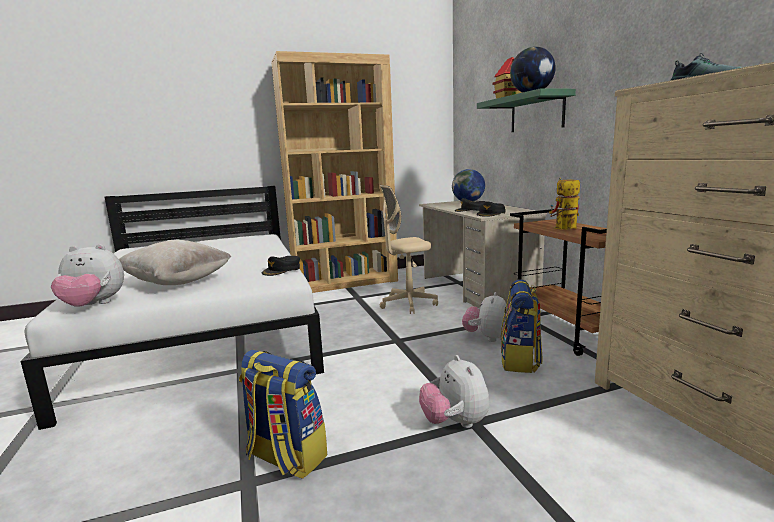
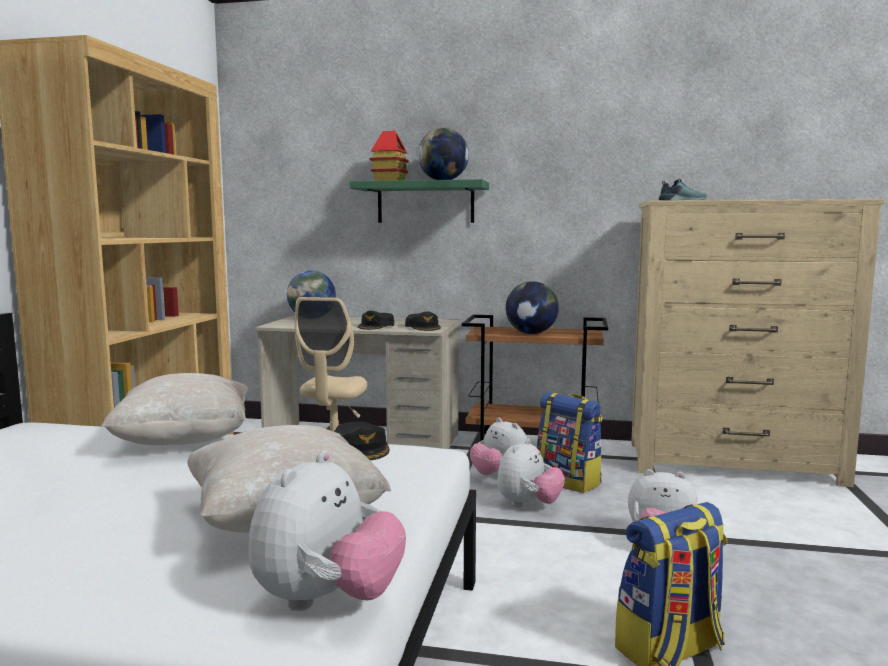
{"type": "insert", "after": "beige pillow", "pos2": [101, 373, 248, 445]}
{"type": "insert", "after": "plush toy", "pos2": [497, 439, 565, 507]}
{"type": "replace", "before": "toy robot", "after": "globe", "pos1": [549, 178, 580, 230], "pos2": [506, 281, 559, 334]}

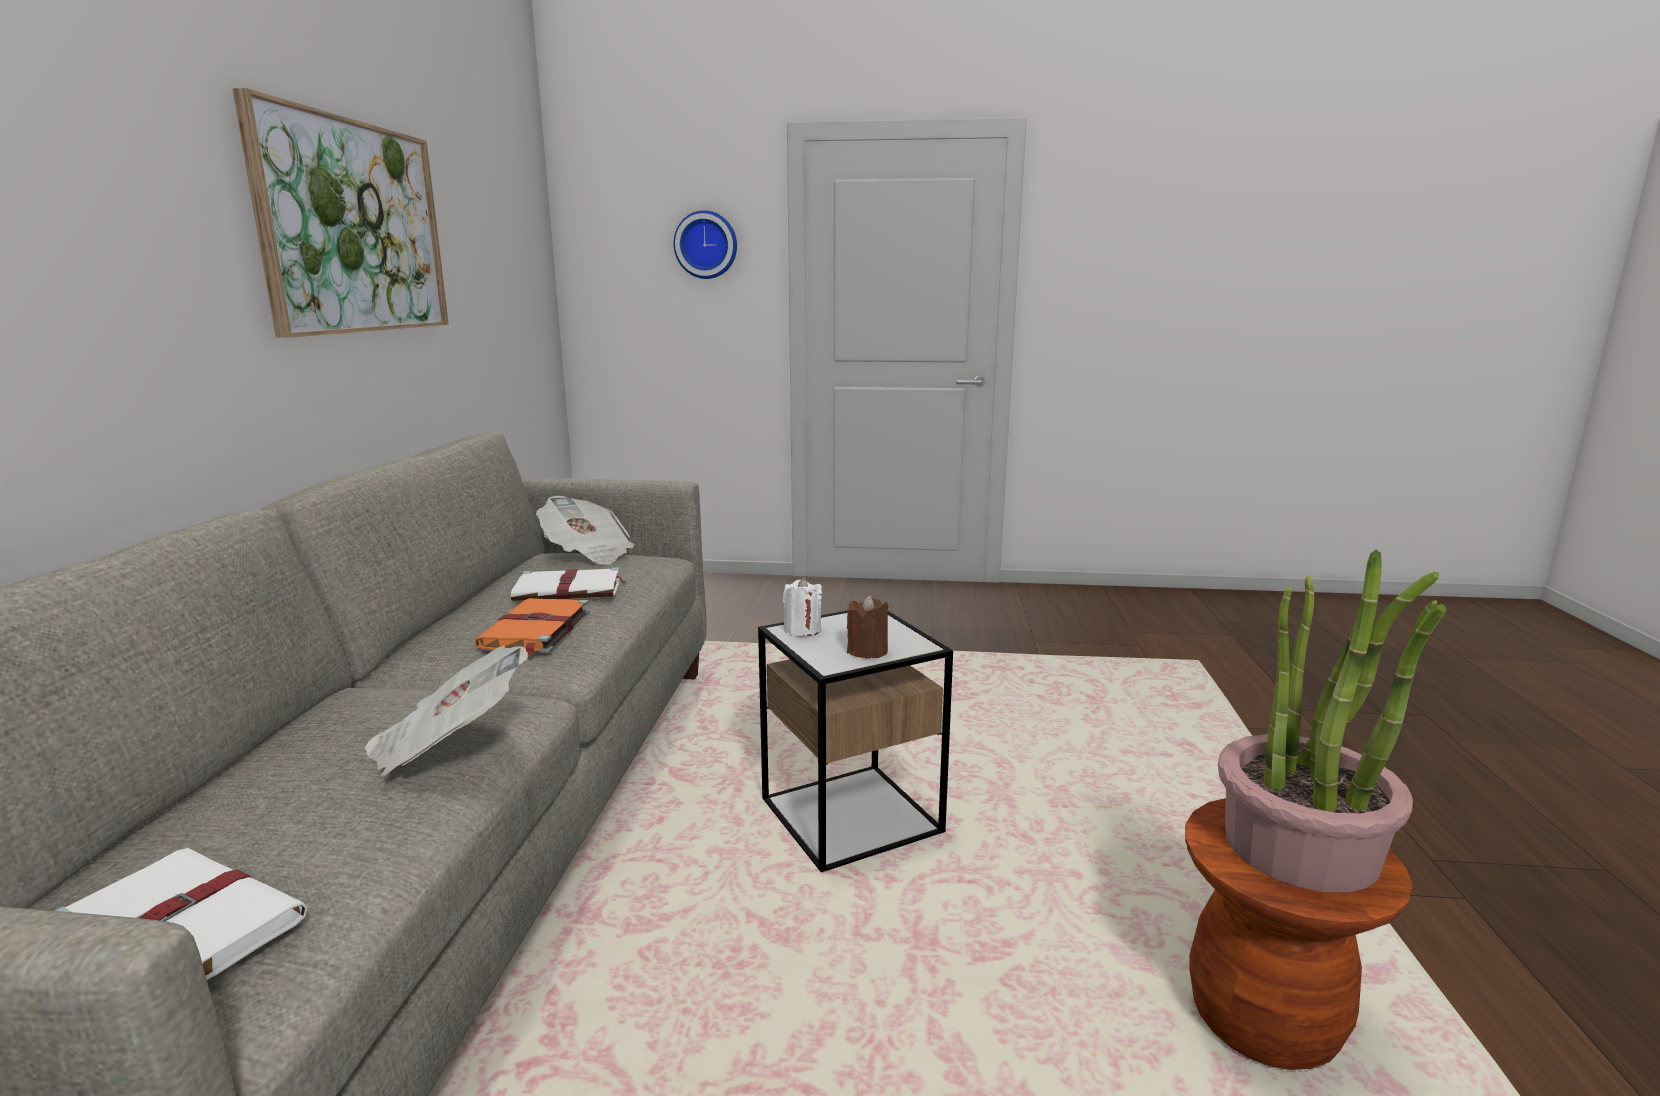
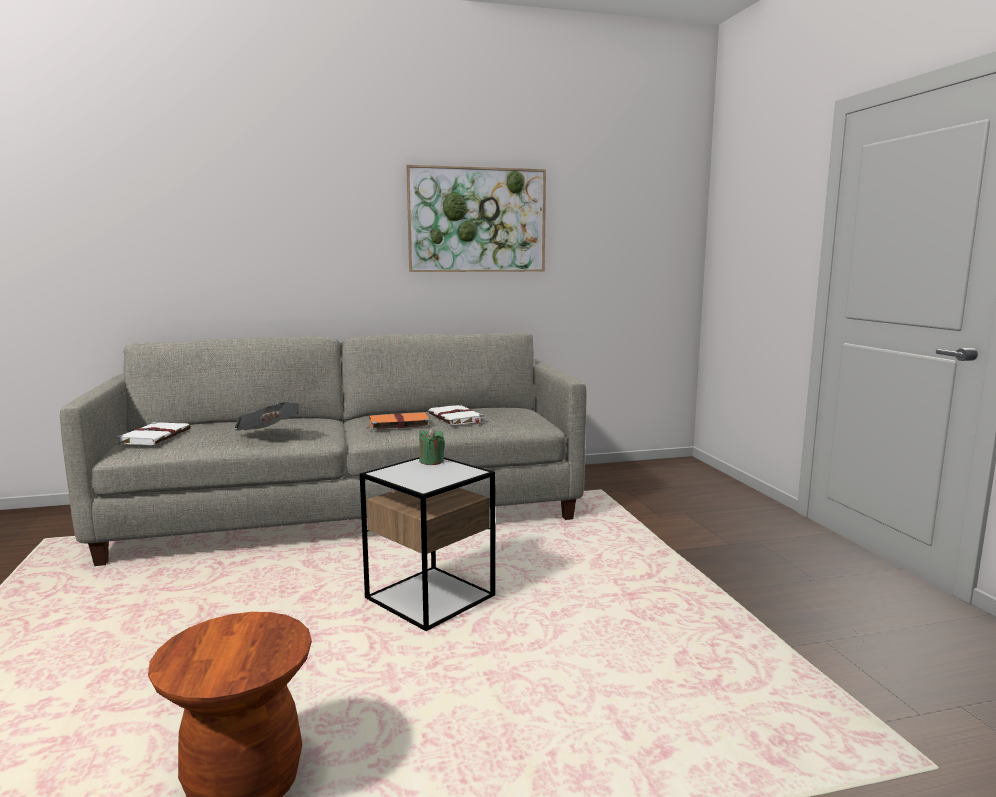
{"type": "recolor", "before": "white candle", "after": "green candle", "pos1": [783, 578, 822, 636], "pos2": [419, 427, 445, 465]}
{"type": "delete", "before": "newspaper", "pos1": [536, 496, 635, 565]}
{"type": "delete", "before": "wall clock", "pos1": [674, 210, 737, 279]}
{"type": "delete", "before": "brown candle", "pos1": [847, 595, 888, 658]}
{"type": "delete", "before": "potted plant", "pos1": [1218, 550, 1447, 893]}

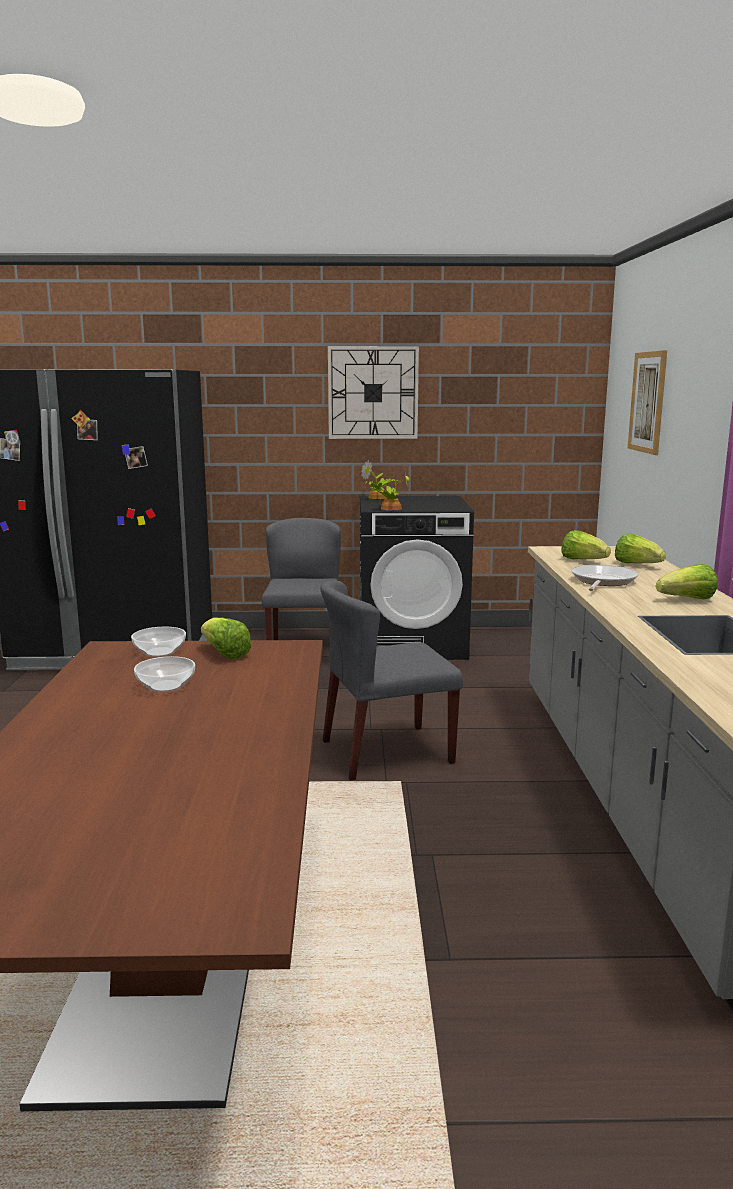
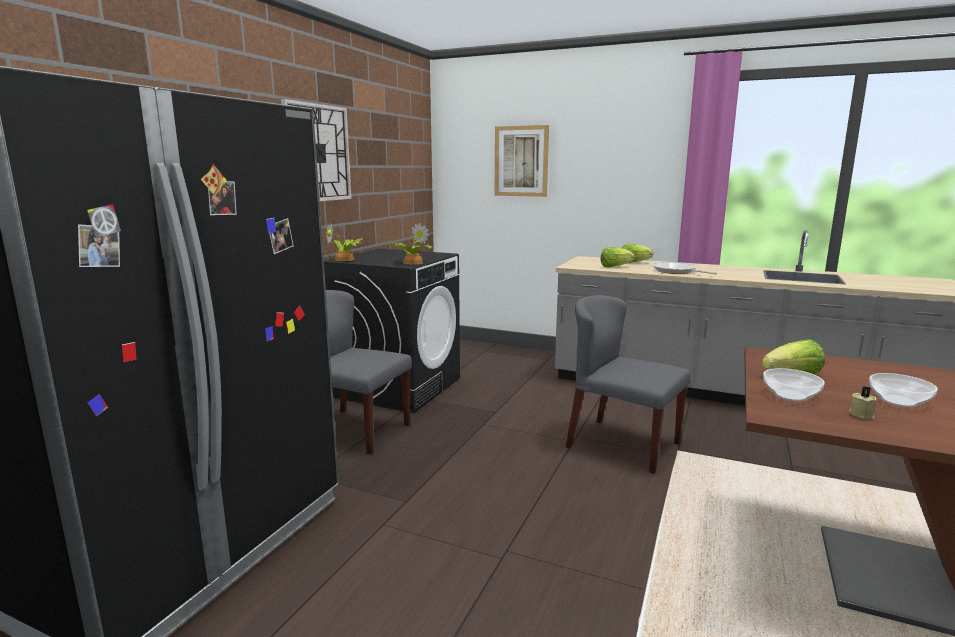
{"type": "rotate", "before": "grey chair", "pos1": [320, 580, 463, 781], "pos2": [566, 295, 691, 474], "turn": 120}
{"type": "insert", "after": "beige candle", "pos2": [849, 386, 877, 419]}
{"type": "delete", "before": "lettuce", "pos1": [656, 564, 717, 599]}

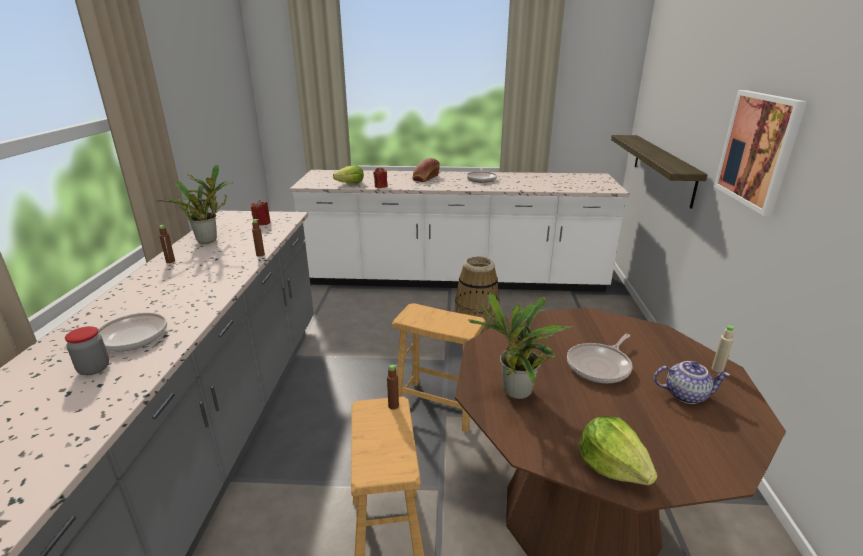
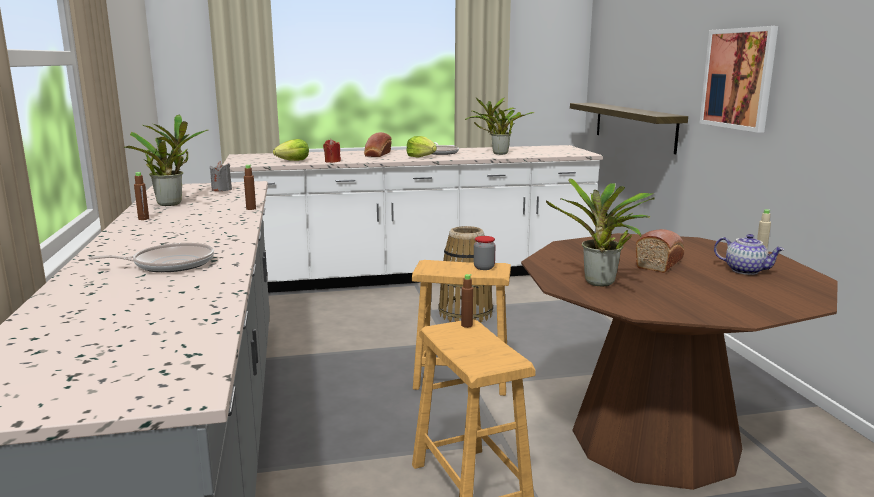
{"type": "recolor", "before": "red candle", "after": "grey candle", "pos1": [251, 200, 271, 225], "pos2": [210, 161, 232, 191]}
{"type": "move", "before": "lettuce", "pos1": [579, 416, 658, 485], "pos2": [406, 136, 437, 158]}
{"type": "insert", "after": "potted plant", "pos2": [465, 98, 534, 155]}
{"type": "move", "before": "jar", "pos1": [65, 326, 109, 375], "pos2": [474, 236, 496, 270]}
{"type": "replace", "before": "frying pan", "after": "bread", "pos1": [567, 334, 632, 383], "pos2": [636, 229, 684, 273]}
{"type": "rotate", "before": "teapot", "pos1": [654, 361, 730, 404], "pos2": [714, 234, 785, 275], "turn": 45}

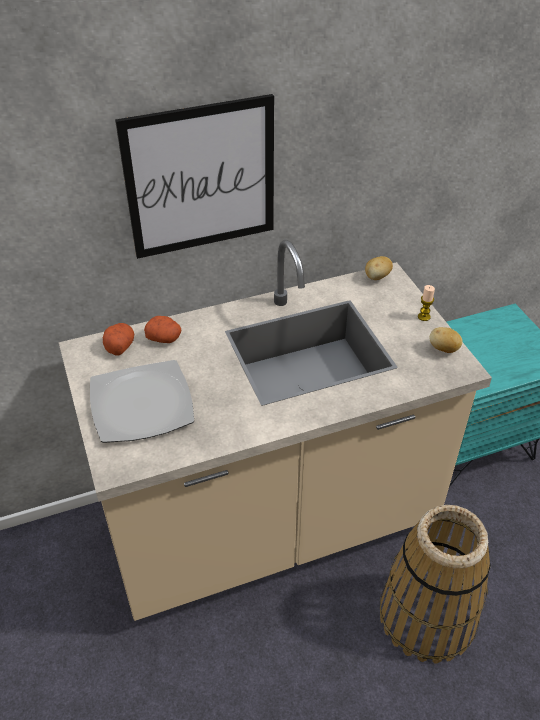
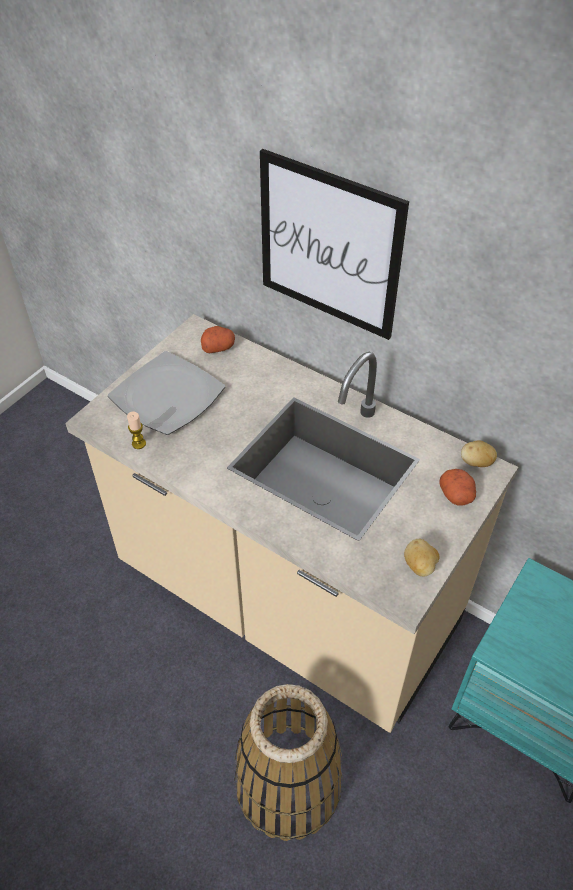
{"type": "move", "before": "candle", "pos1": [418, 285, 435, 321], "pos2": [127, 412, 146, 449]}
{"type": "move", "before": "potato", "pos1": [144, 316, 181, 343], "pos2": [440, 469, 476, 506]}

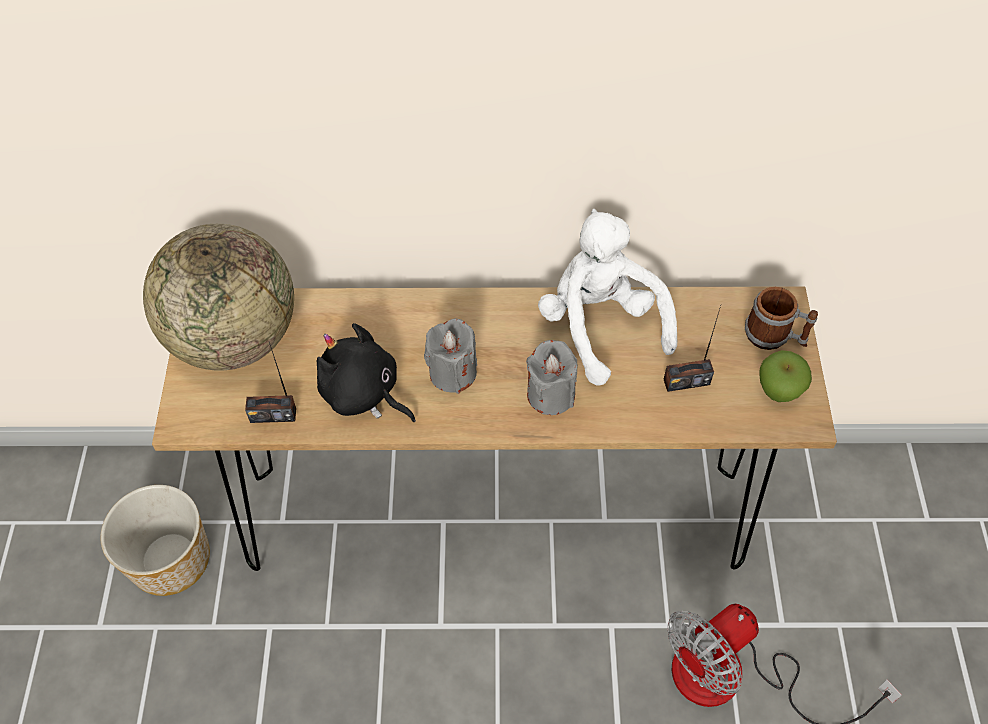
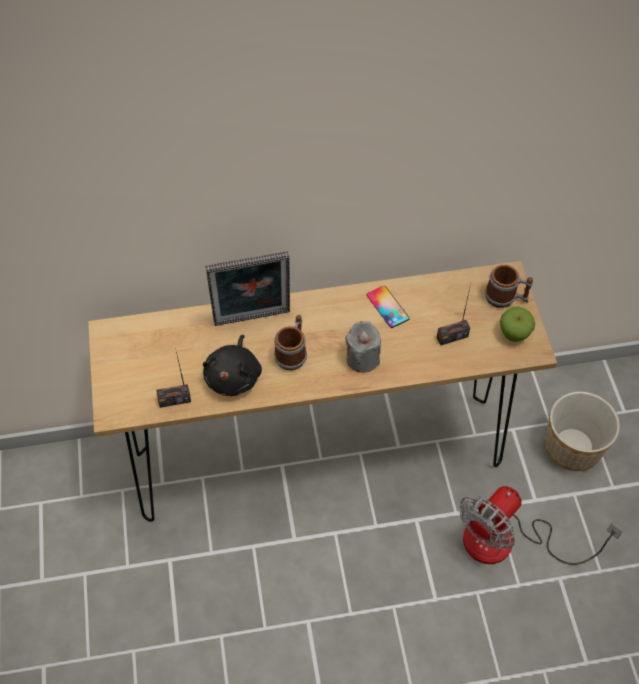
{"type": "rotate", "before": "black plush toy", "pos1": [317, 323, 416, 422], "pos2": [203, 335, 262, 396], "turn": -105}
{"type": "insert", "after": "picture frame", "pos2": [205, 251, 290, 326]}
{"type": "replace", "before": "grey candle", "after": "mug", "pos1": [424, 318, 477, 394], "pos2": [274, 315, 307, 370]}
{"type": "replace", "before": "white plush toy", "after": "phone", "pos1": [538, 209, 677, 386], "pos2": [366, 285, 410, 328]}
{"type": "move", "before": "planter", "pos1": [100, 485, 210, 596], "pos2": [545, 392, 620, 471]}
{"type": "delete", "before": "globe", "pos1": [143, 224, 294, 371]}

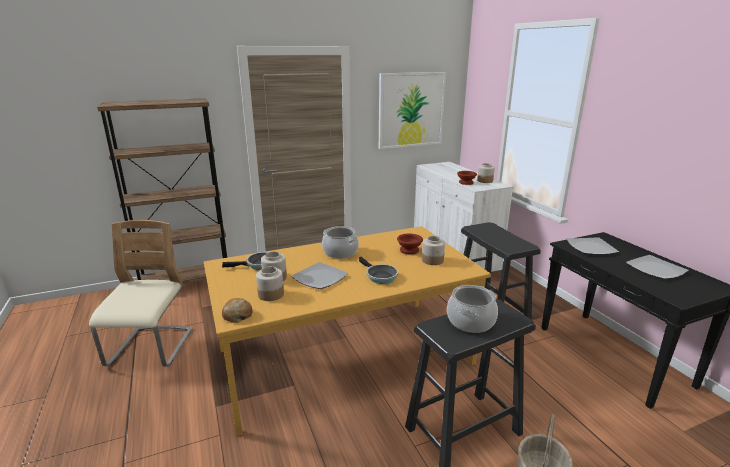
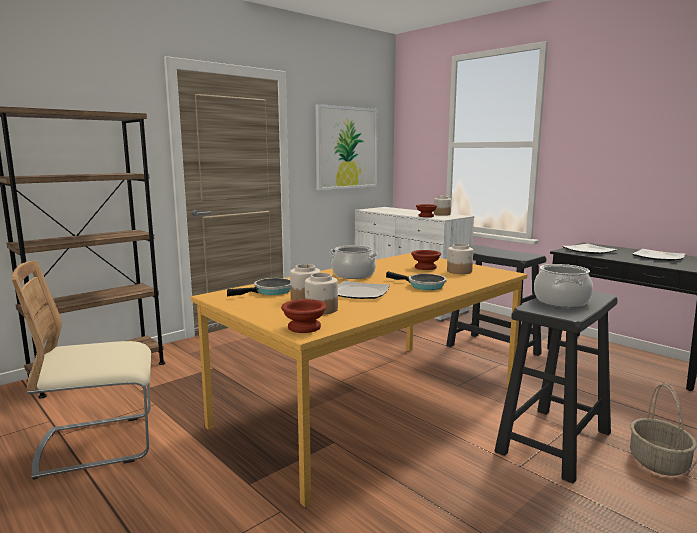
{"type": "rotate", "before": "beige chair", "pos1": [89, 220, 193, 366], "pos2": [12, 261, 151, 480], "turn": -90}
{"type": "replace", "before": "bread", "after": "brown bowl", "pos1": [222, 298, 253, 323], "pos2": [281, 299, 327, 333]}

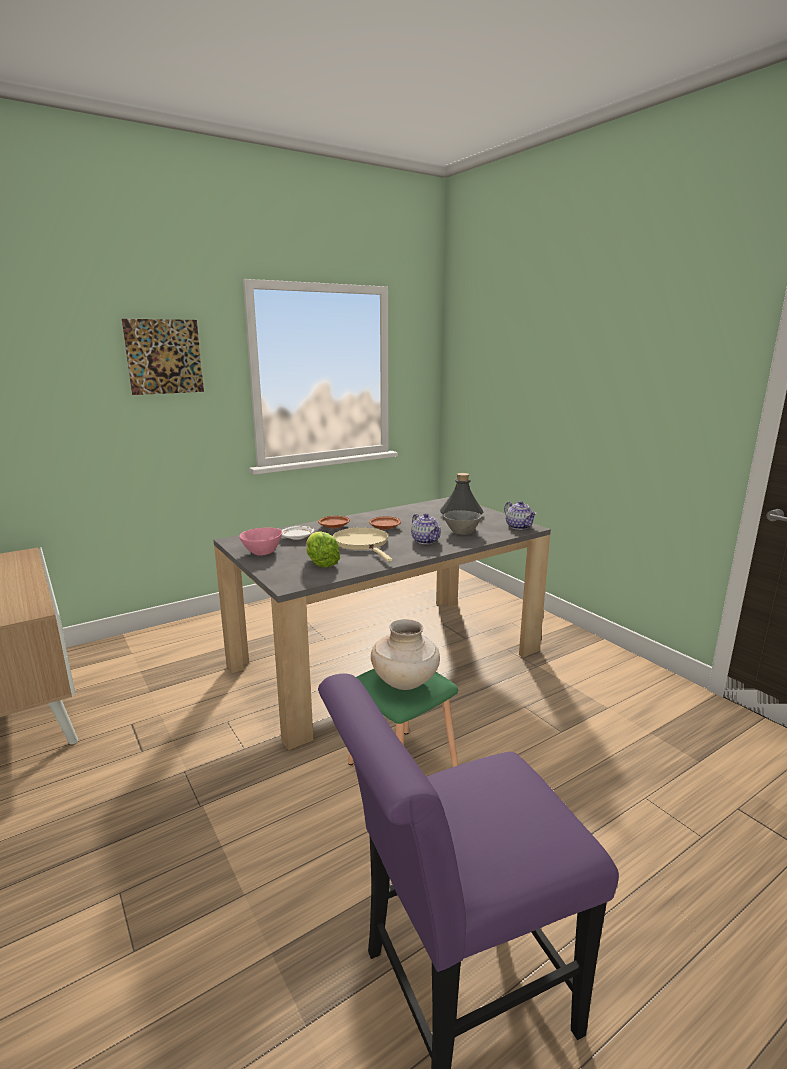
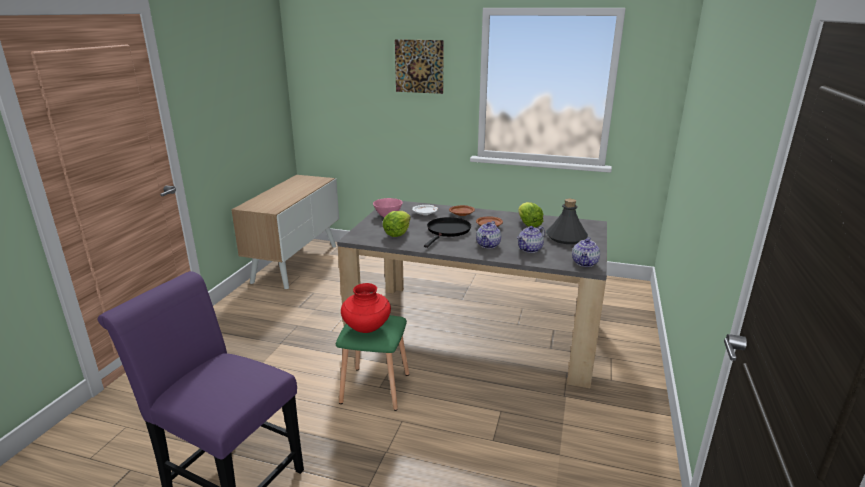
{"type": "recolor", "before": "beige vase", "after": "red vase", "pos1": [371, 619, 440, 690], "pos2": [341, 283, 391, 333]}
{"type": "recolor", "before": "beige frying pan", "after": "black frying pan", "pos1": [333, 527, 392, 562], "pos2": [424, 217, 471, 248]}
{"type": "replace", "before": "grey bowl", "after": "teapot", "pos1": [443, 510, 482, 535], "pos2": [517, 226, 545, 253]}
{"type": "insert", "after": "lettuce", "pos2": [519, 202, 543, 228]}

